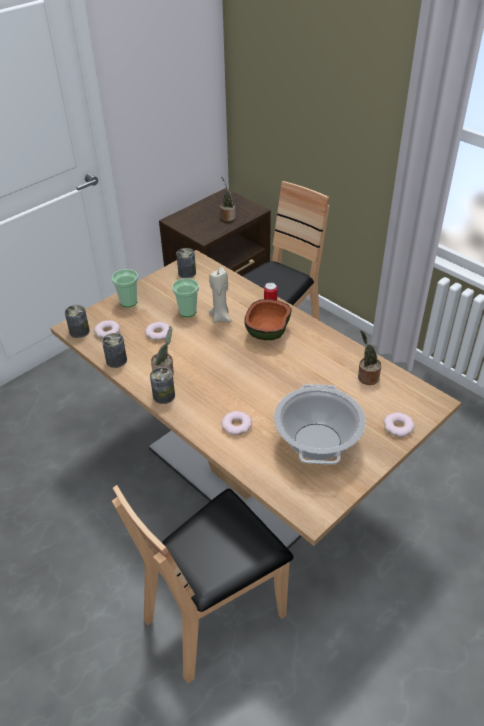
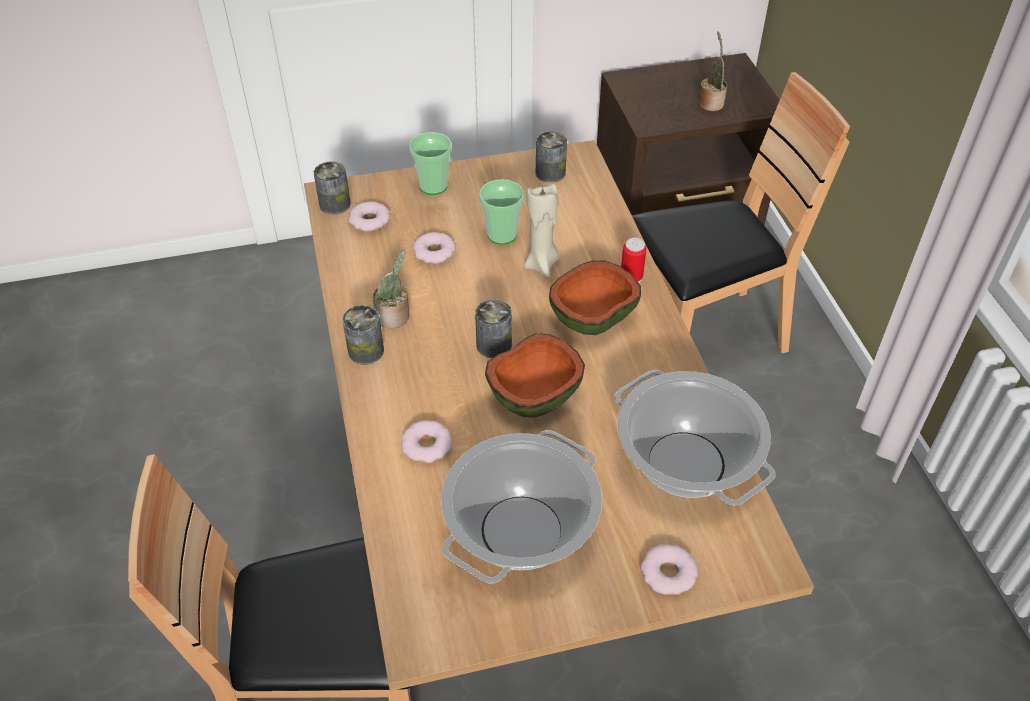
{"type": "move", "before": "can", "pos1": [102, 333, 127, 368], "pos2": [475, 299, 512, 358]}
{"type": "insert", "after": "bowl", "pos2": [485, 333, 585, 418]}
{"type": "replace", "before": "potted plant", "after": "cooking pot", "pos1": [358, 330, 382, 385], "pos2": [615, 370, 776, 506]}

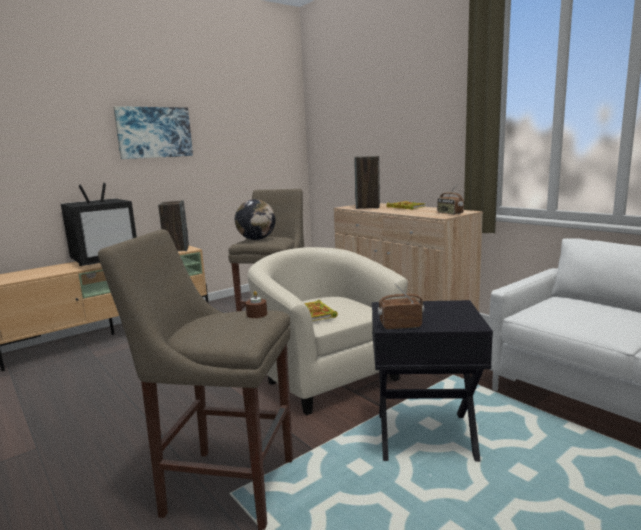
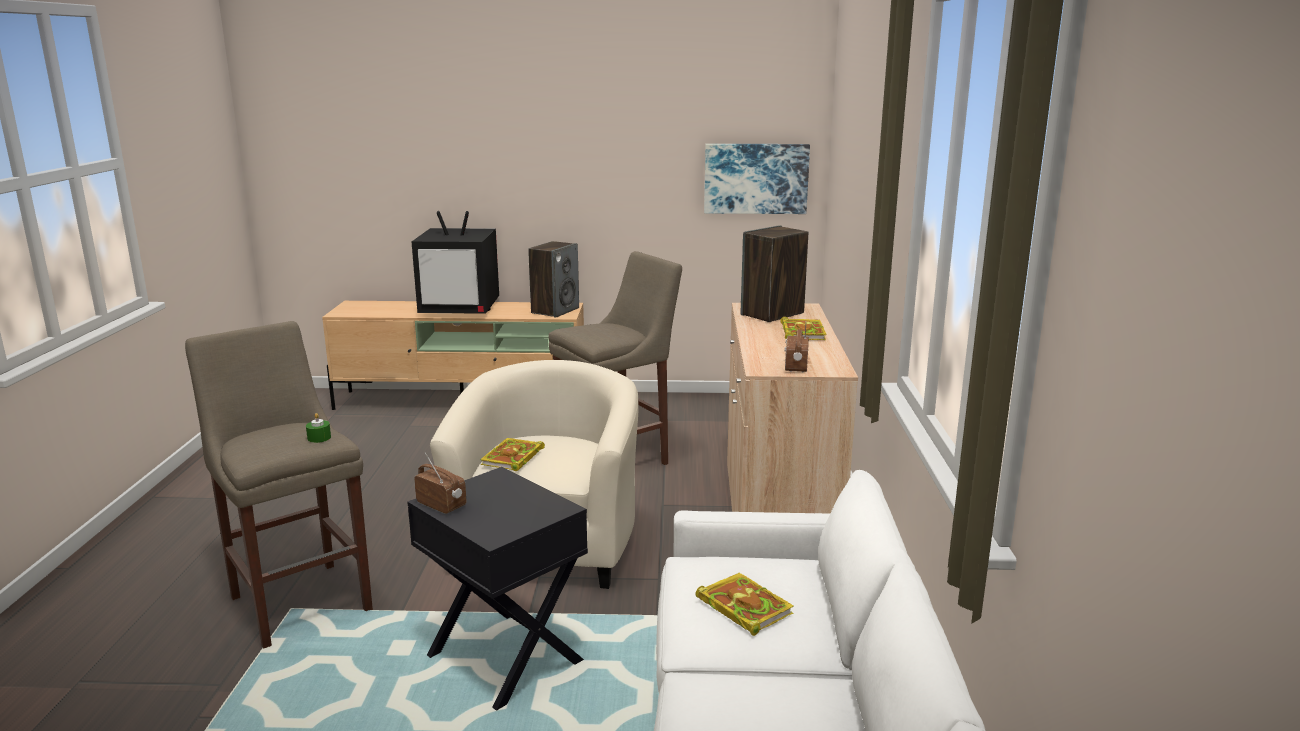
{"type": "recolor", "before": "brown candle", "after": "green candle", "pos1": [246, 291, 267, 318], "pos2": [306, 413, 331, 443]}
{"type": "insert", "after": "book", "pos2": [695, 573, 794, 636]}
{"type": "move", "before": "picture", "pos1": [113, 106, 193, 159], "pos2": [704, 144, 810, 214]}
{"type": "delete", "before": "globe", "pos1": [235, 199, 276, 240]}

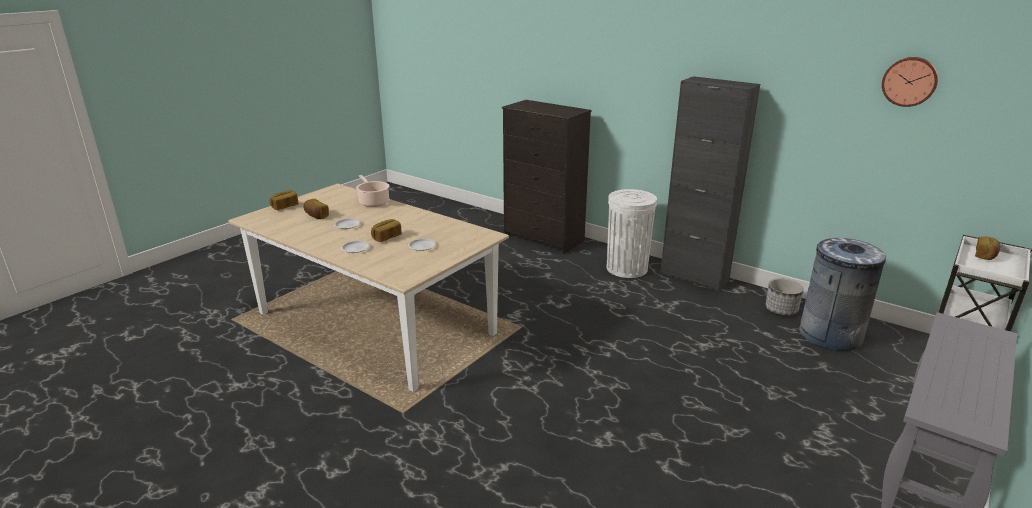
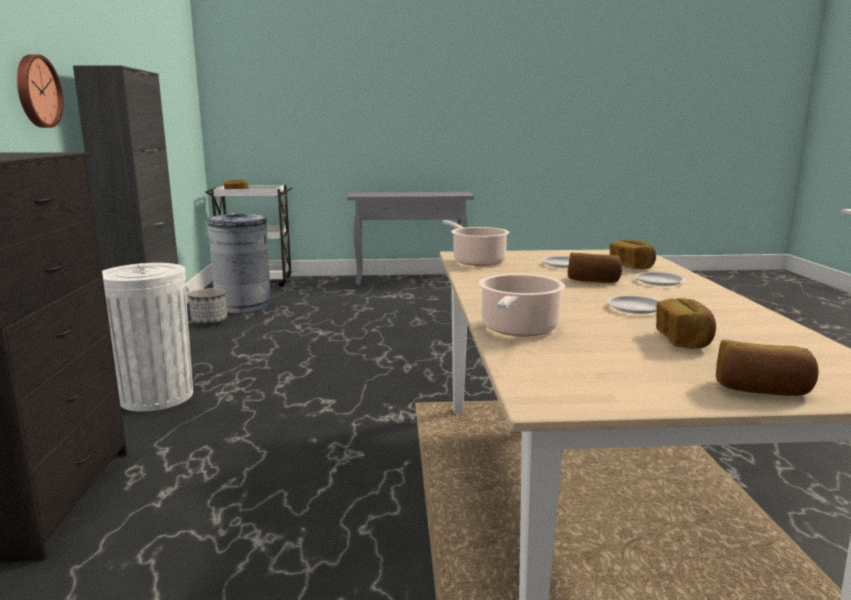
{"type": "move", "before": "wall clock", "pos1": [882, 57, 938, 107], "pos2": [17, 54, 63, 128]}
{"type": "insert", "after": "cooking pot", "pos2": [442, 220, 509, 266]}
{"type": "insert", "after": "bread", "pos2": [610, 240, 656, 269]}

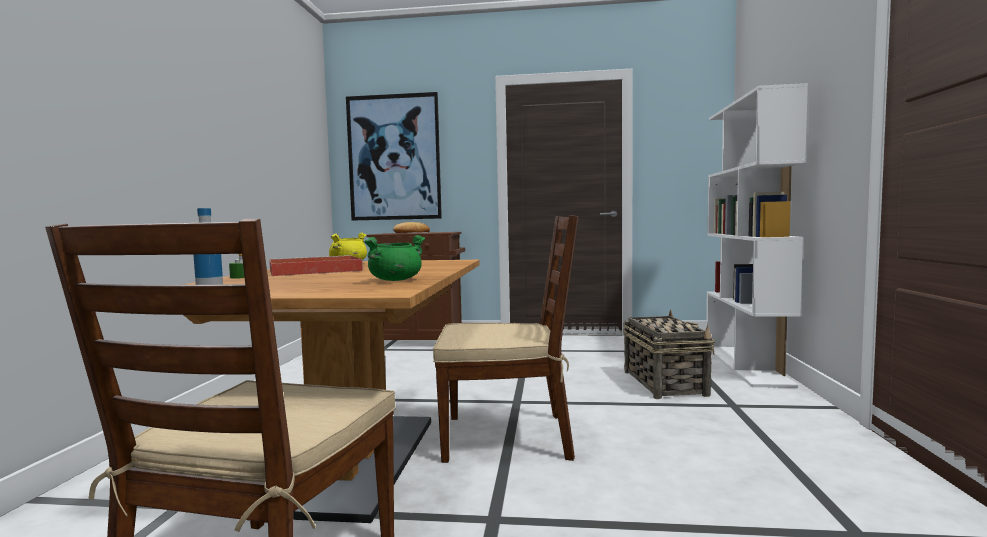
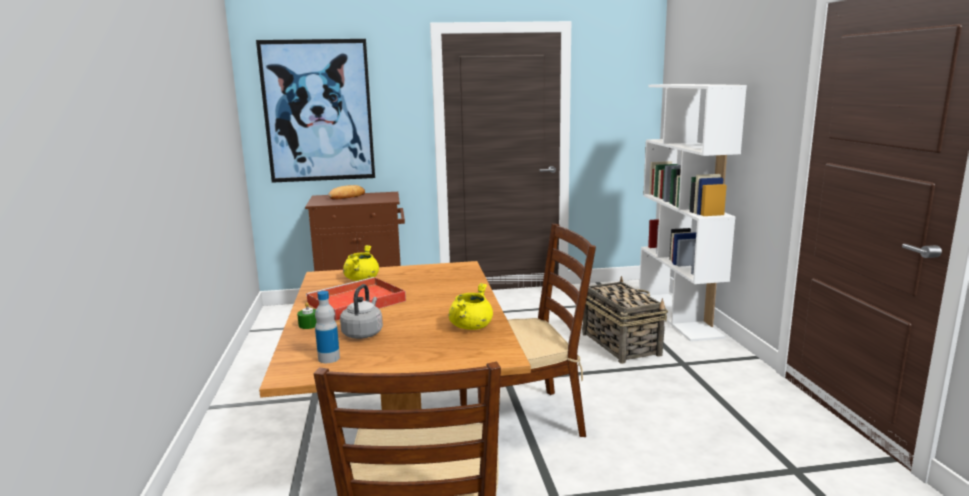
{"type": "insert", "after": "grey kettle", "pos2": [340, 284, 383, 339]}
{"type": "recolor", "before": "green cooking pot", "after": "yellow cooking pot", "pos1": [364, 235, 425, 281], "pos2": [449, 283, 493, 330]}

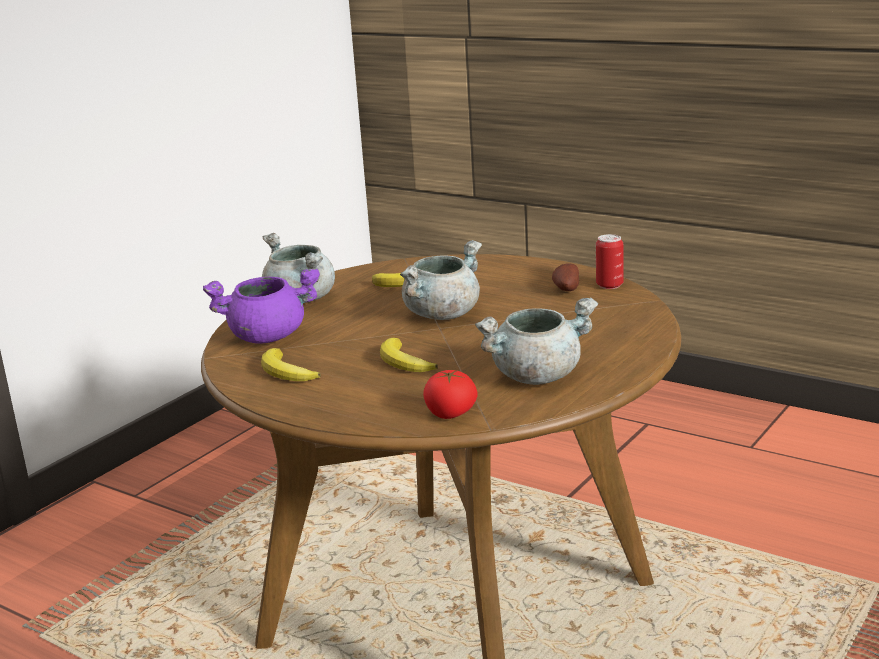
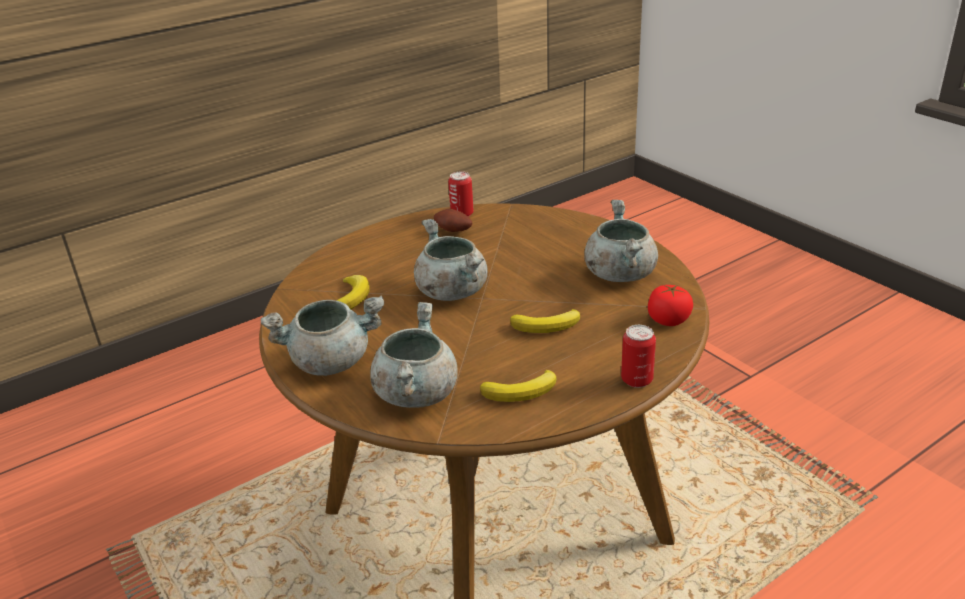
{"type": "recolor", "before": "purple cooking pot", "after": "grey cooking pot", "pos1": [203, 269, 320, 344], "pos2": [370, 302, 458, 408]}
{"type": "insert", "after": "can", "pos2": [621, 325, 656, 388]}

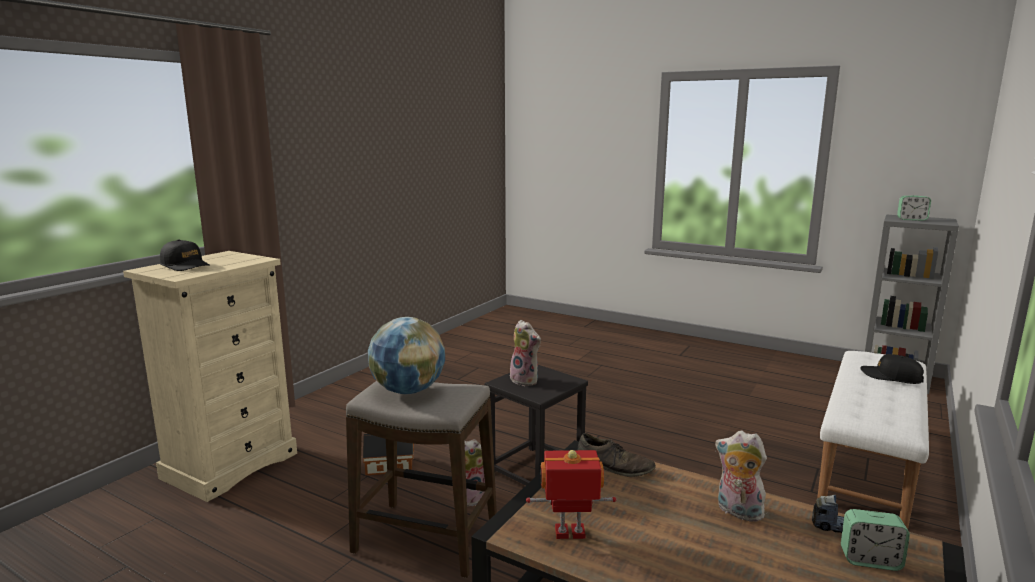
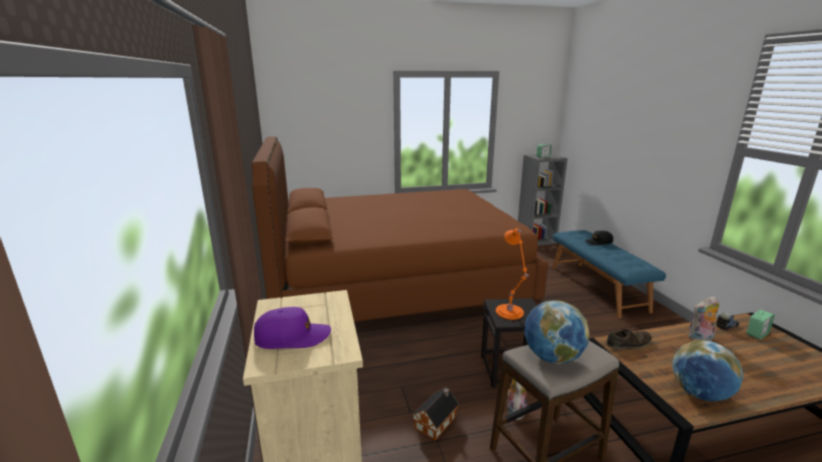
{"type": "insert", "after": "brown bed", "pos2": [252, 137, 548, 322]}
{"type": "recolor", "before": "black cap", "after": "purple cap", "pos1": [160, 239, 210, 271], "pos2": [254, 307, 331, 349]}
{"type": "replace", "before": "plush toy", "after": "orange table lamp", "pos1": [510, 320, 541, 386], "pos2": [496, 228, 529, 320]}
{"type": "recolor", "before": "white bench", "after": "blue bench", "pos1": [817, 351, 929, 529], "pos2": [552, 230, 666, 318]}
{"type": "replace", "before": "toy robot", "after": "globe", "pos1": [526, 450, 617, 539], "pos2": [672, 340, 744, 402]}

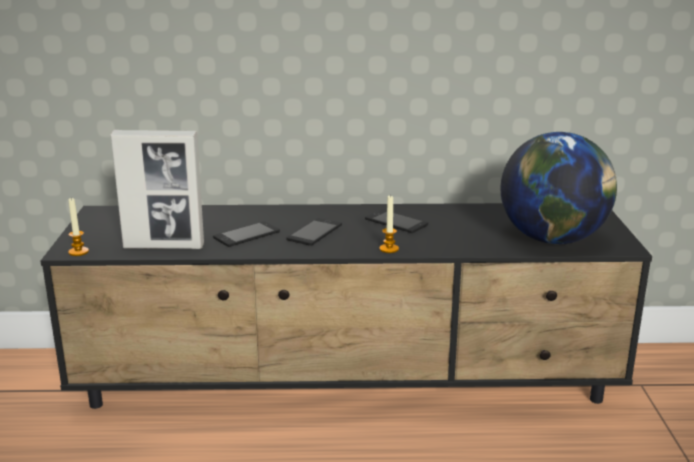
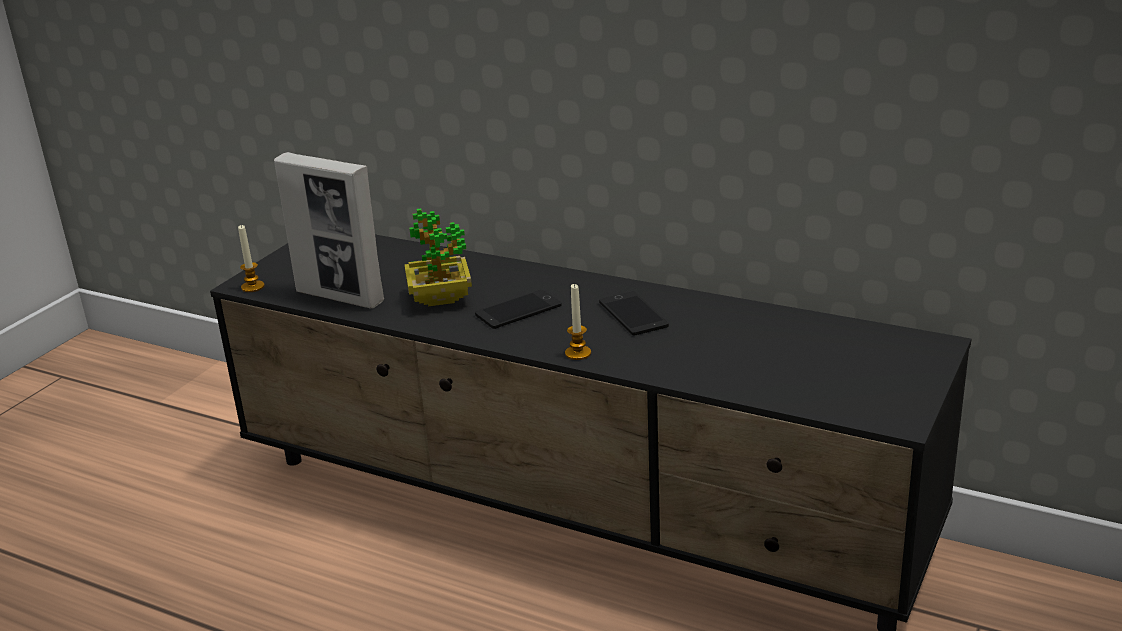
{"type": "replace", "before": "phone", "after": "potted plant", "pos1": [213, 221, 280, 247], "pos2": [404, 209, 472, 306]}
{"type": "delete", "before": "globe", "pos1": [501, 132, 617, 244]}

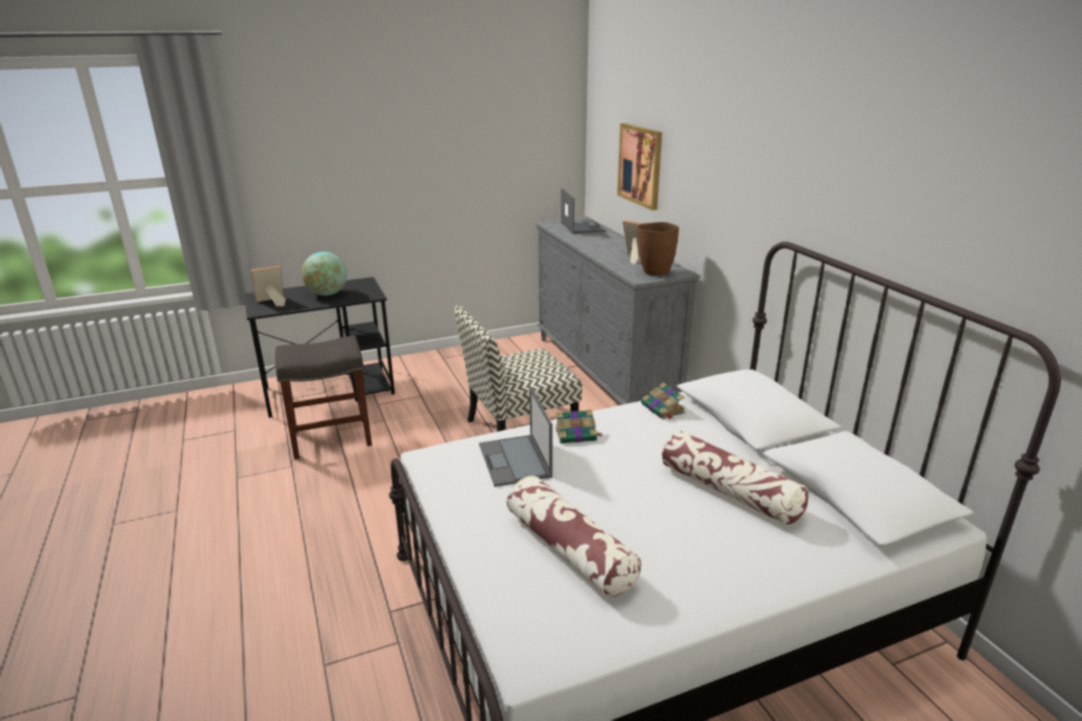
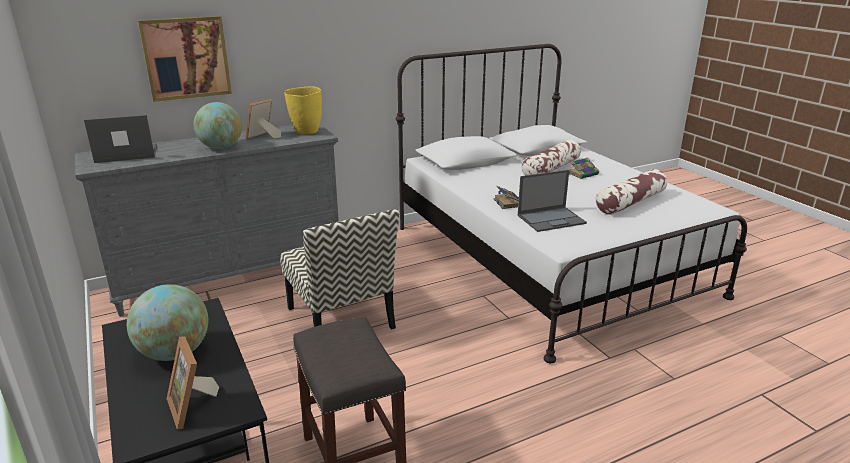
{"type": "insert", "after": "globe", "pos2": [193, 102, 242, 149]}
{"type": "recolor", "before": "brown vase", "after": "yellow vase", "pos1": [638, 222, 679, 276], "pos2": [284, 86, 322, 135]}
{"type": "move", "before": "book", "pos1": [641, 382, 685, 419], "pos2": [569, 158, 599, 179]}

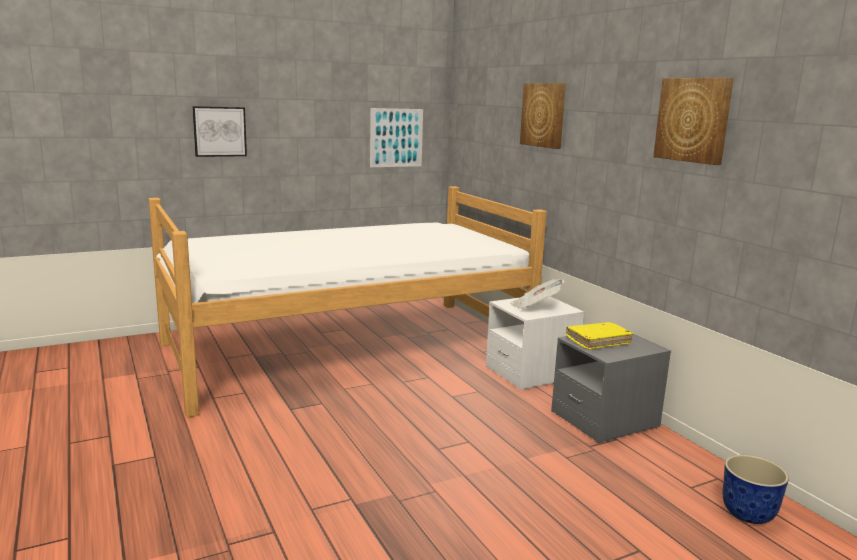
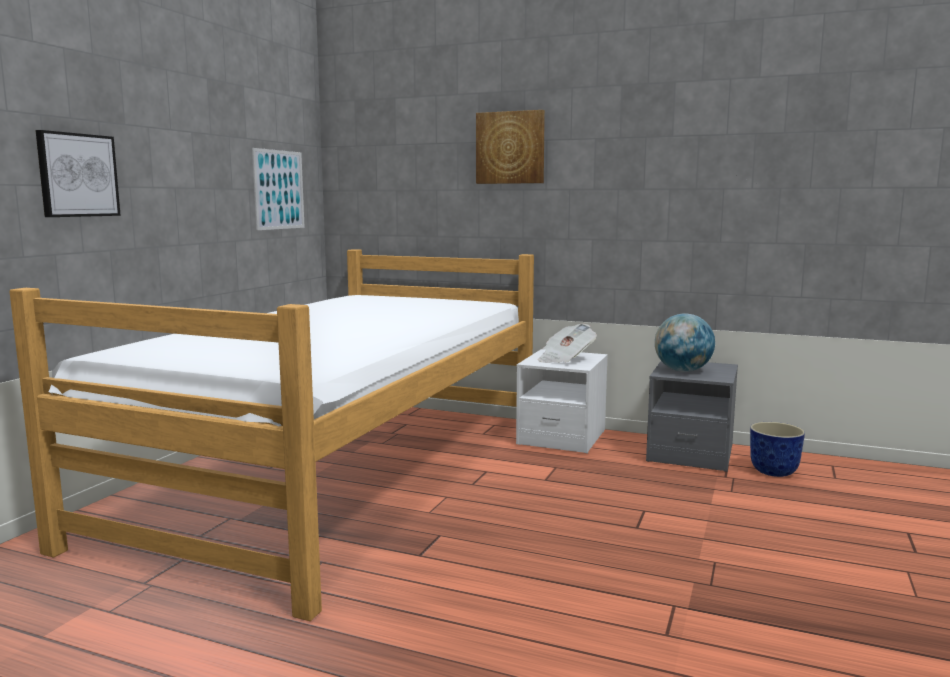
{"type": "replace", "before": "yellow book", "after": "globe", "pos1": [566, 322, 633, 350], "pos2": [655, 313, 715, 372]}
{"type": "move", "before": "planter", "pos1": [723, 455, 789, 524], "pos2": [750, 422, 805, 477]}
{"type": "delete", "before": "picture", "pos1": [653, 78, 734, 165]}

